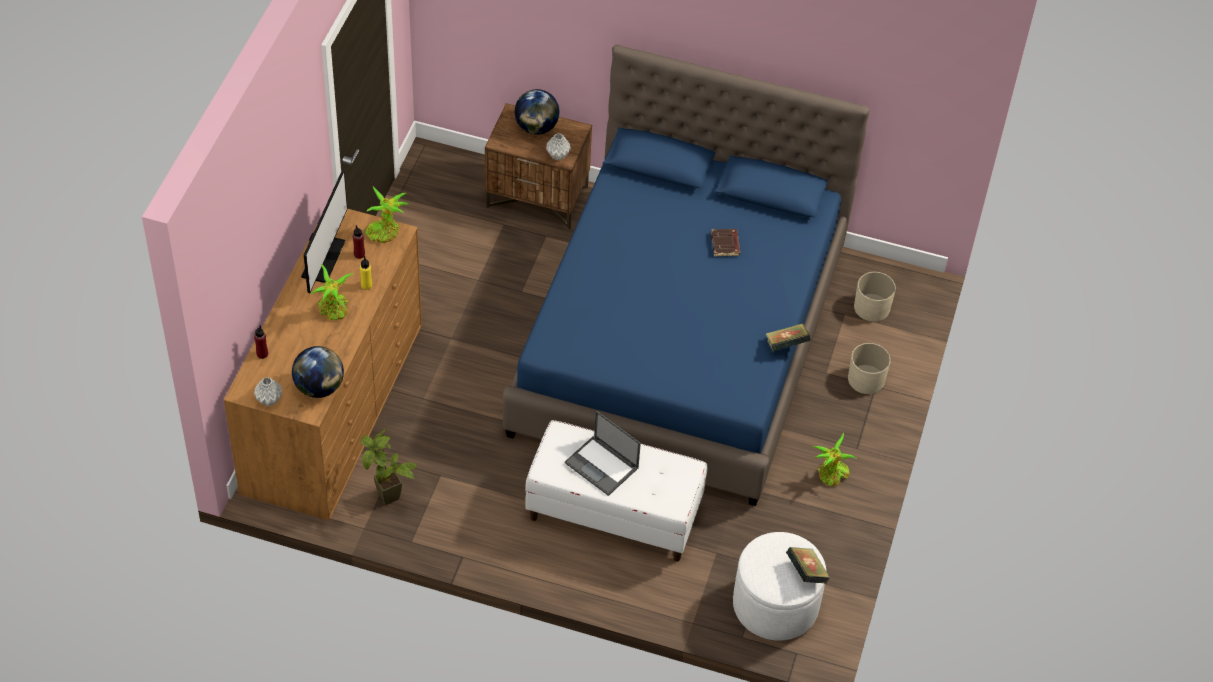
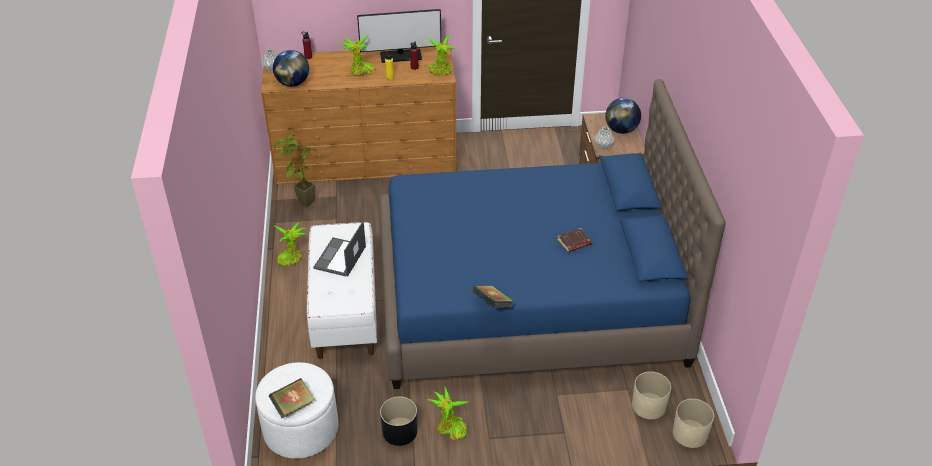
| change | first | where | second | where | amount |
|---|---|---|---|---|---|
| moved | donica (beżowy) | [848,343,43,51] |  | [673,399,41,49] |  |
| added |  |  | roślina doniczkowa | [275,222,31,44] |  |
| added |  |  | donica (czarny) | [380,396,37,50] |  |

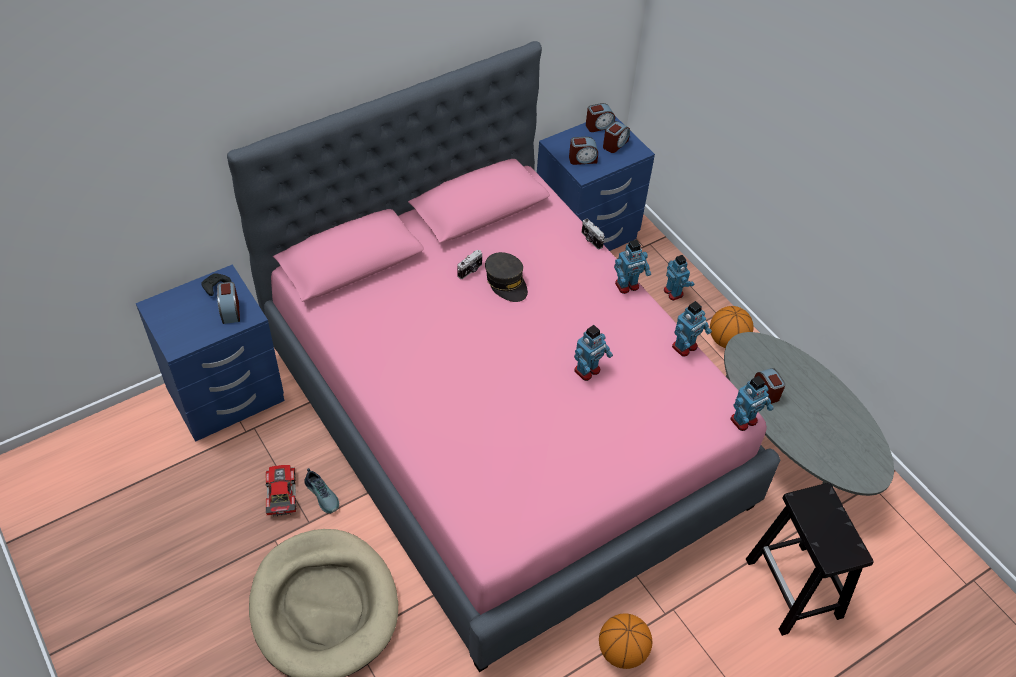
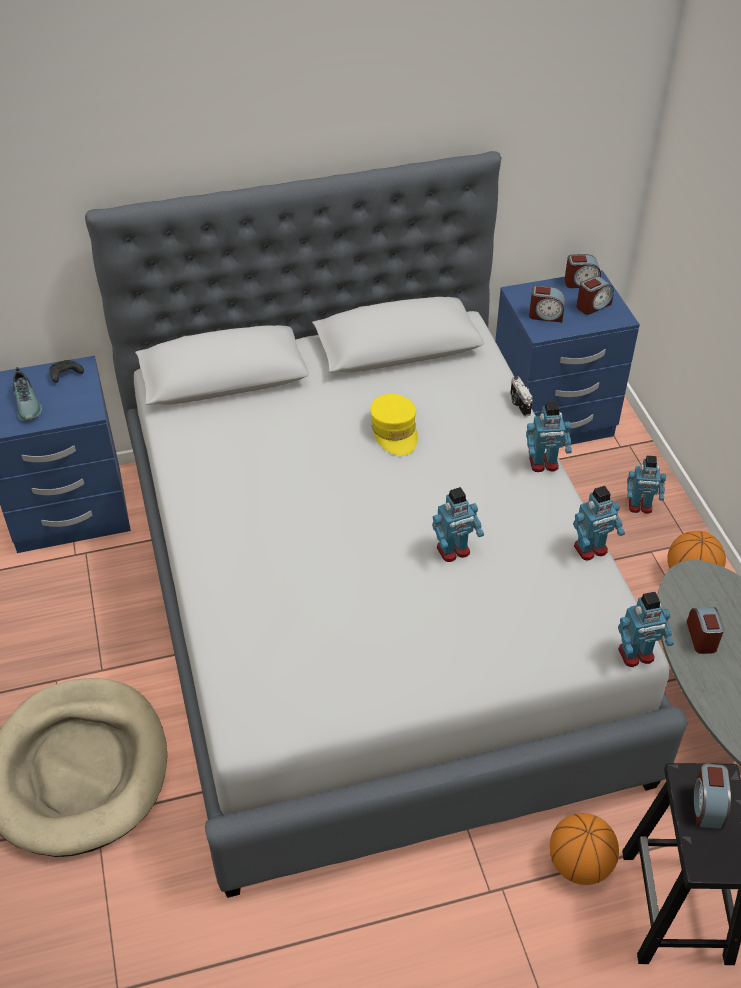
| change | first | where | second | where | amount |
|---|---|---|---|---|---|
| moved | budzik | [217,282,23,42] |  | [693,763,38,66] |  |
| recoloured | łóżko (różowy) | [227,41,553,631] | łóżko (szary) | [85,151,602,747] |  |
| removed | samochodzik | [265,465,31,52] |  |  |  |
| moved | but | [304,468,35,46] |  | [13,367,29,54] |  |
| removed | aparat fotograficzny | [457,250,25,29] |  |  |  |
| recoloured | czapka z daszkiem (szary) | [485,252,43,50] | czapka z daszkiem (żółty) | [370,394,48,62] |  |
| moved | piłka do koszykówki | [599,613,53,56] |  | [550,813,69,72] |  |
| turned | robot zabawkowy | [664,255,30,46] |  | [627,456,39,58] | 105 degrees clockwise |

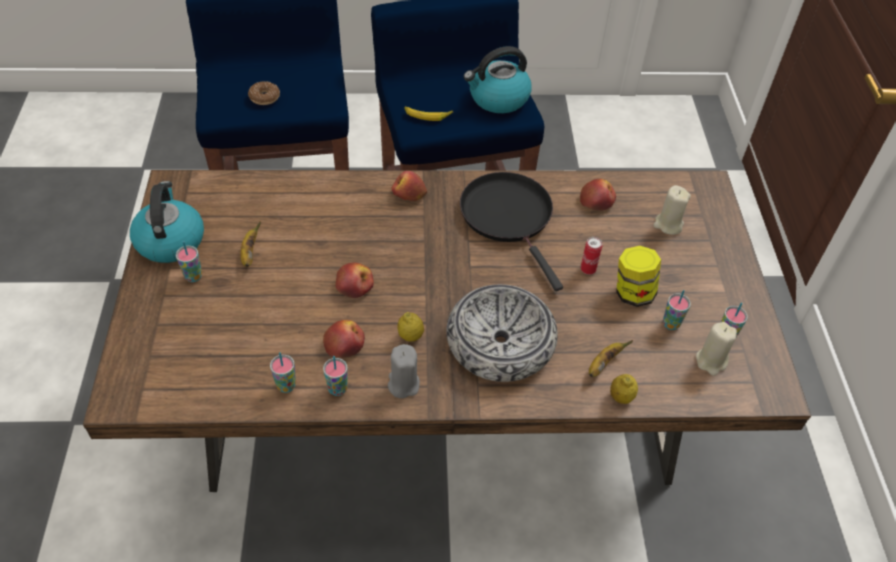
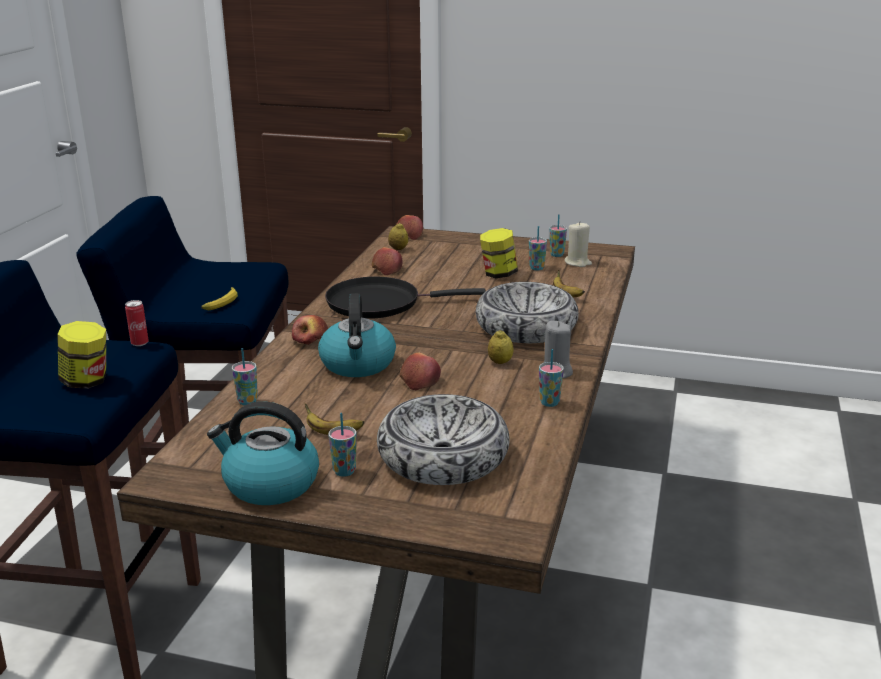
| change | first | where | second | where | amount |
|---|---|---|---|---|---|
| replaced | donut | [248,81,32,24] | słoik | [57,321,49,68] |  |
| moved | filiżanka | [270,352,26,41] |  | [232,348,26,57] |  |
| moved | jabłko | [323,320,42,38] |  | [397,215,26,25] |  |
| moved | czajnik | [463,46,69,67] |  | [318,293,78,84] |  |
| moved | puszka | [581,237,21,38] |  | [125,300,24,46] |  |
| moved | cytryna | [610,374,28,30] |  | [388,223,20,27] |  |
| removed | świeca (beżowy) | [654,185,37,50] |  |  |  |
| added |  |  | miska | [377,394,133,91] |  |

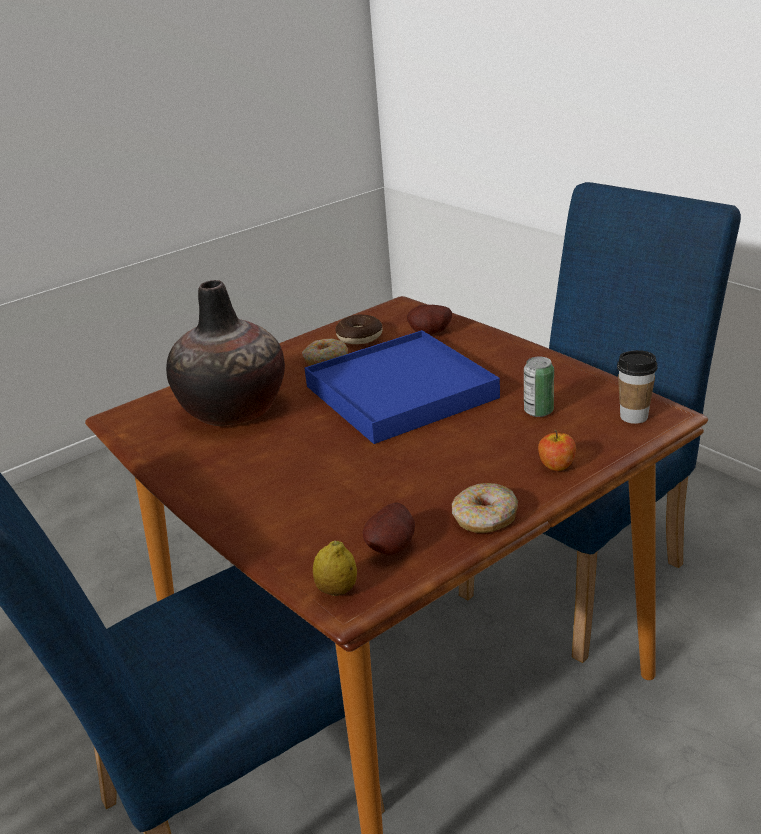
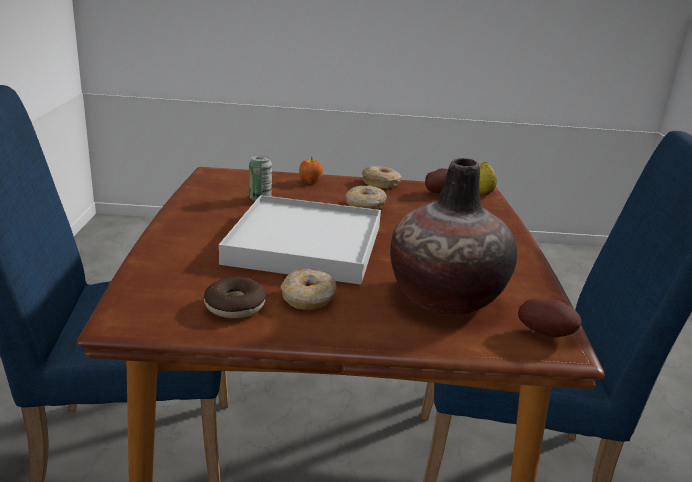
| change | first | where | second | where | amount |
|---|---|---|---|---|---|
| recoloured | taca (niebieski) | [304,330,196,114] | taca (biały) | [219,195,162,90] |  |
| moved | ziemniak | [407,305,45,30] |  | [518,298,64,39] |  |
| removed | filiżanka | [617,350,40,74] |  |  |  |
| added |  |  | donut | [346,185,41,25] |  |

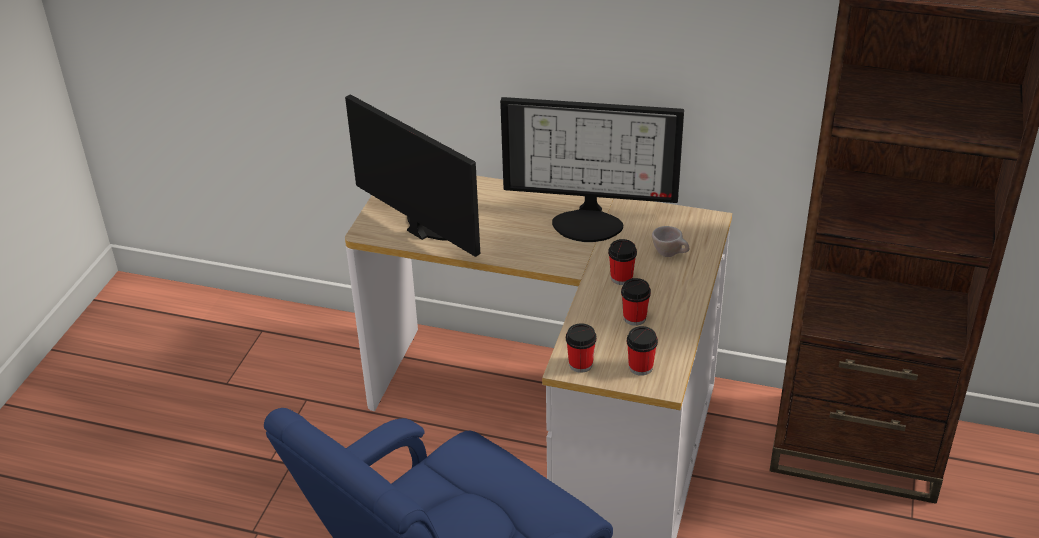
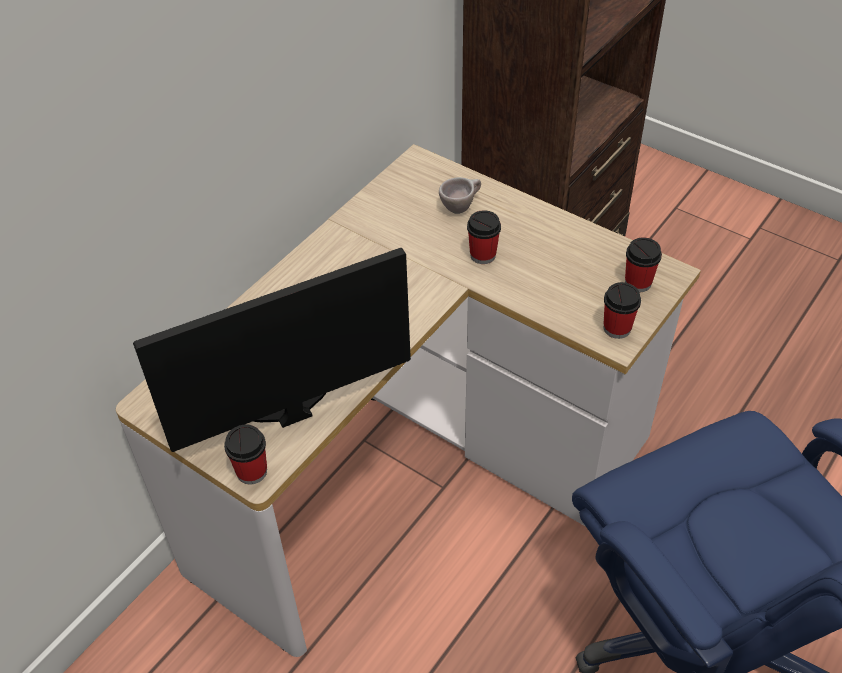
| change | first | where | second | where | amount |
|---|---|---|---|---|---|
| removed | monitor | [500,97,184,145] |  |  |  |
| moved | filiżanka | [621,278,30,48] |  | [224,424,43,61] |  |

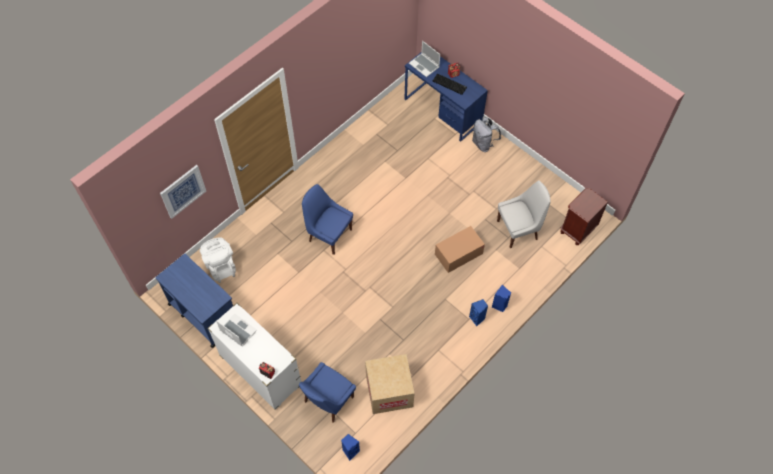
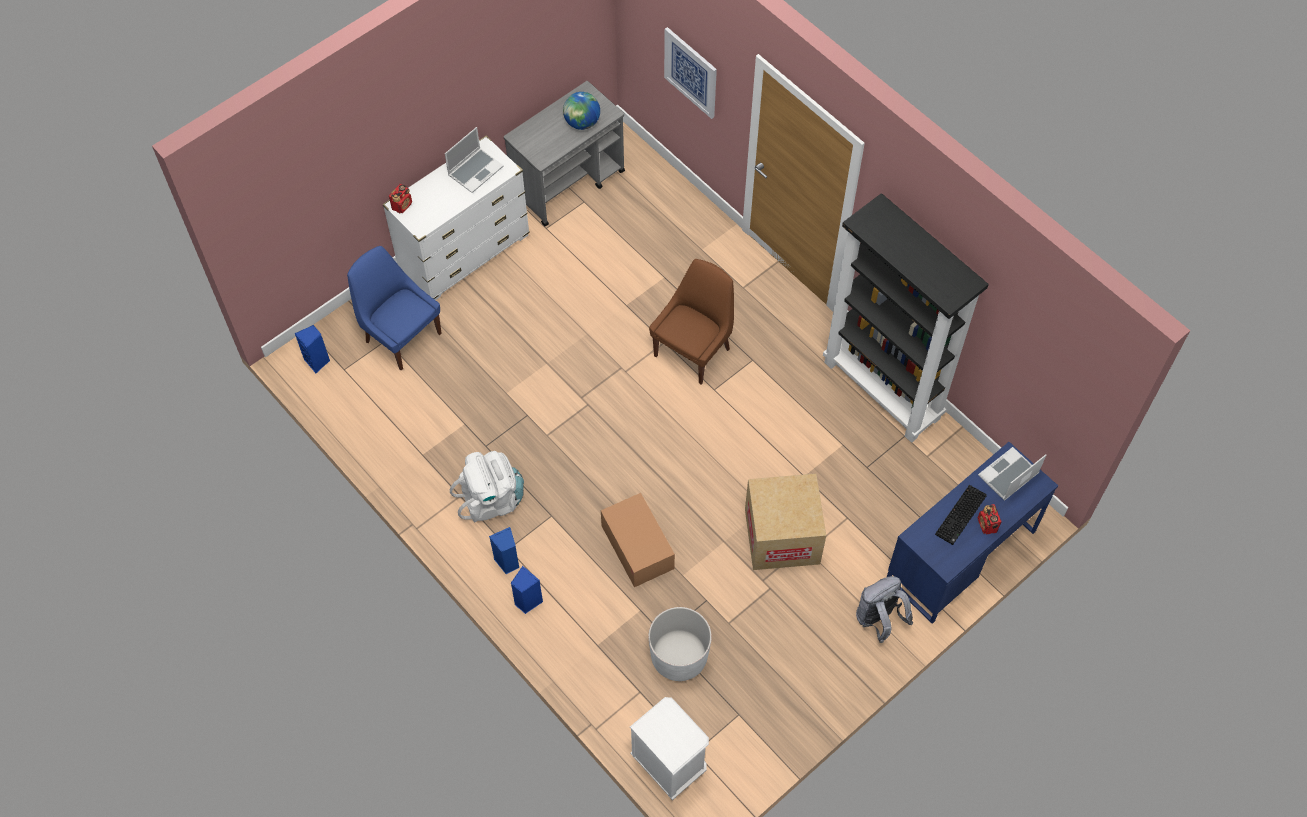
| change | first | where | second | where | amount |
|---|---|---|---|---|---|
| recoloured | wózek (niebieski) | [155,253,78,95] | wózek (szary) | [504,81,121,145] |  |
| moved | plecak (biały) | [200,237,36,46] |  | [450,451,74,72] |  |
| recoloured | krzesło (niebieski) | [302,184,51,71] | krzesło (brązowy) | [649,259,85,125] |  |
| moved | karton | [365,354,50,60] |  | [745,474,81,96] |  |
| replaced | krzesło (biały) | [497,181,54,67] | donica (biały) | [648,607,64,74] |  |
| recoloured | szafka nocna (brązowy) | [561,188,47,57] | szafka nocna (biały) | [630,697,79,103] |  |
| added |  |  | globus | [563,92,37,38] |  |
| added |  |  | regał (czarny) | [823,193,166,250] |  |

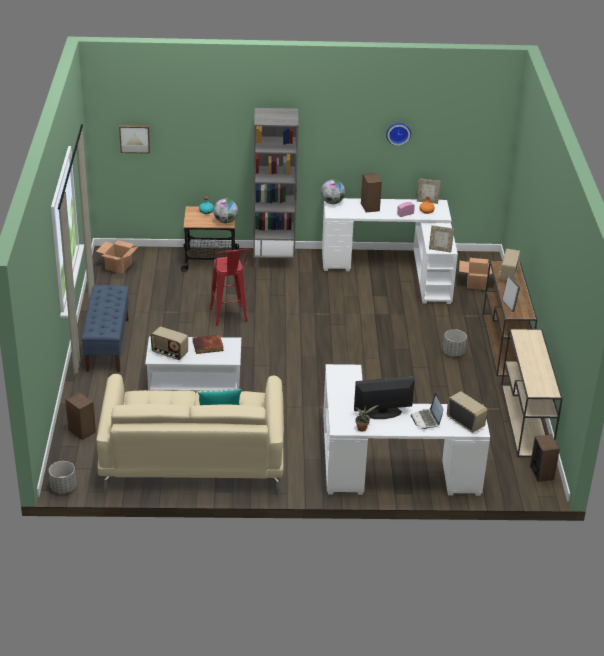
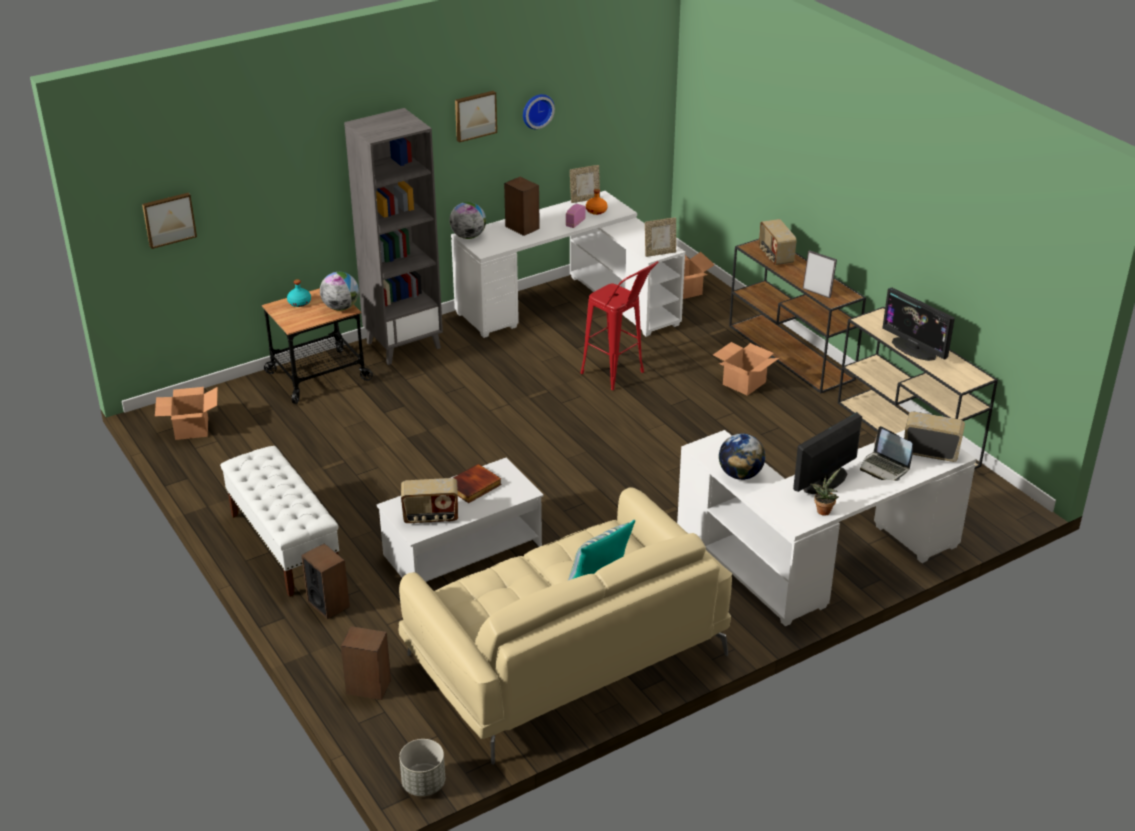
| change | first | where | second | where | amount |
|---|---|---|---|---|---|
| recoloured | ławka (niebieski) | [82,285,47,87] | ławka (biały) | [220,446,119,151] |  |
| moved | stołek (czerwony) | [210,249,41,77] |  | [581,261,78,129] |  |
| replaced | donica (szary) | [443,329,24,28] | karton | [713,342,66,54] |  |
| moved | głośnik | [530,434,30,48] |  | [301,543,49,76] |  |
| added |  |  | obraz | [455,91,42,52] |  |
| added |  |  | globus | [719,433,46,47] |  |
| added |  |  | monitor | [882,288,73,73] |  |

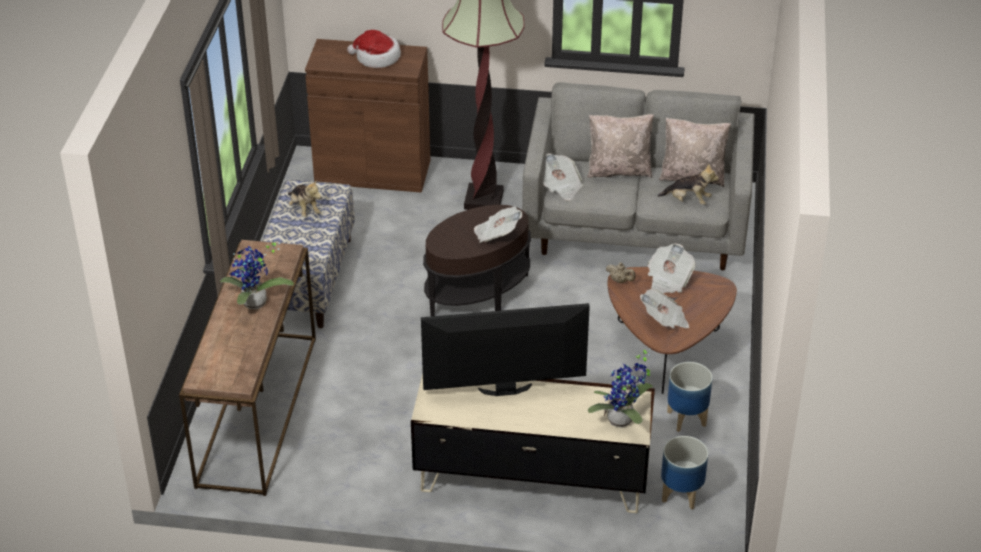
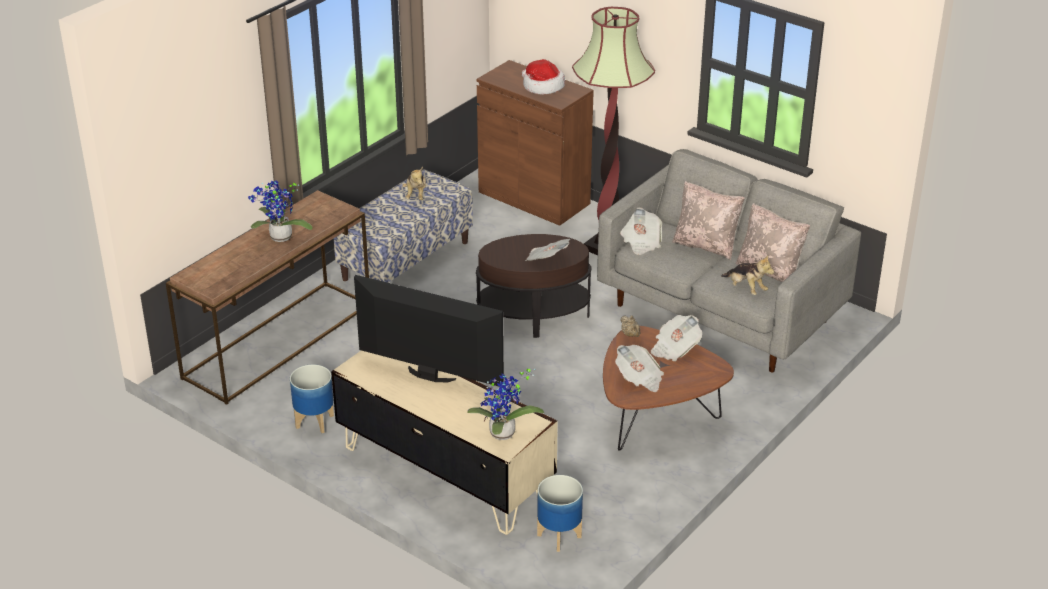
| change | first | where | second | where | amount |
|---|---|---|---|---|---|
| moved | donica | [667,362,46,70] |  | [290,364,44,69] |  |

